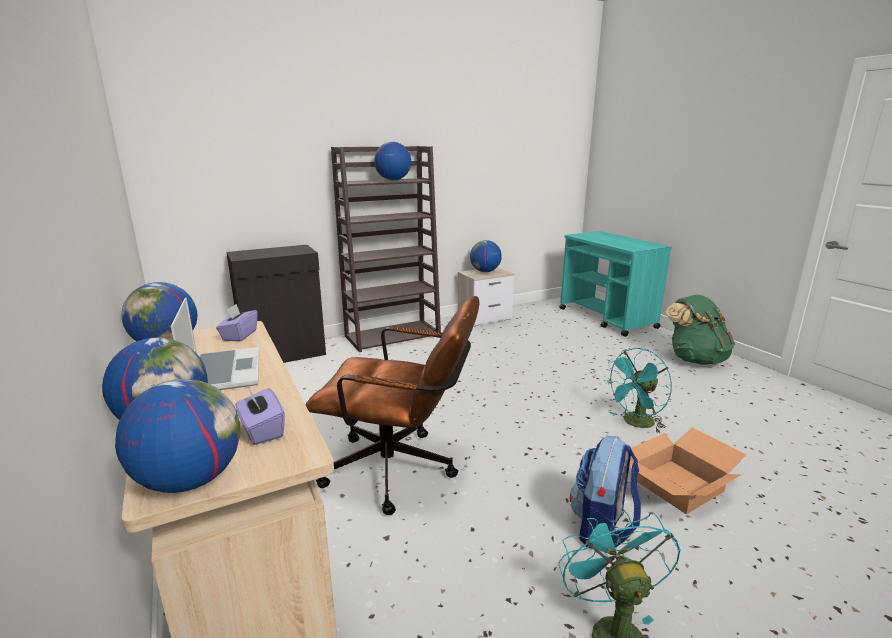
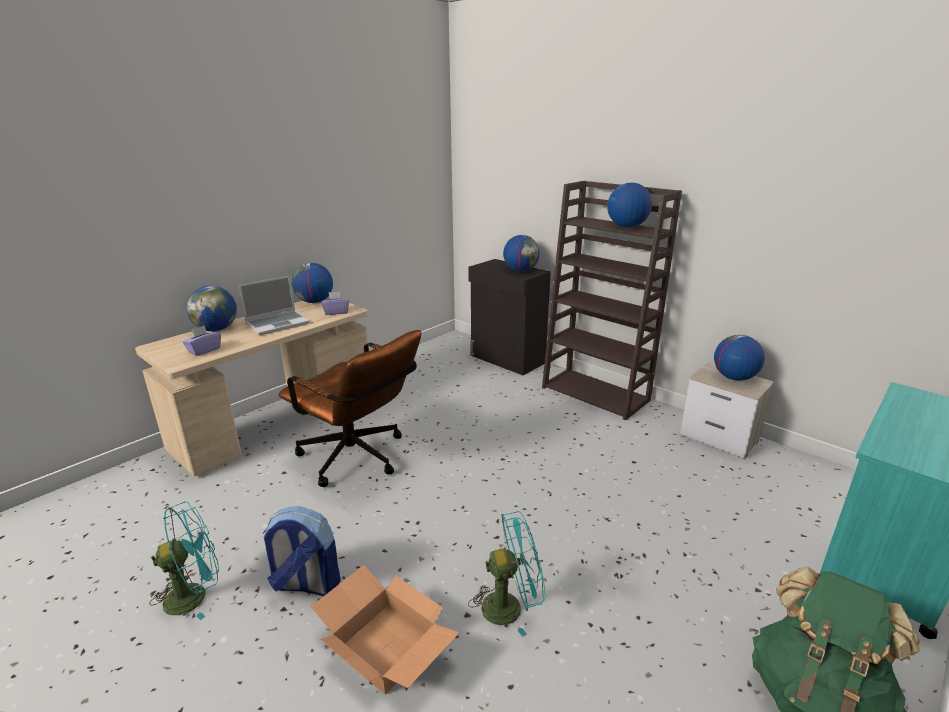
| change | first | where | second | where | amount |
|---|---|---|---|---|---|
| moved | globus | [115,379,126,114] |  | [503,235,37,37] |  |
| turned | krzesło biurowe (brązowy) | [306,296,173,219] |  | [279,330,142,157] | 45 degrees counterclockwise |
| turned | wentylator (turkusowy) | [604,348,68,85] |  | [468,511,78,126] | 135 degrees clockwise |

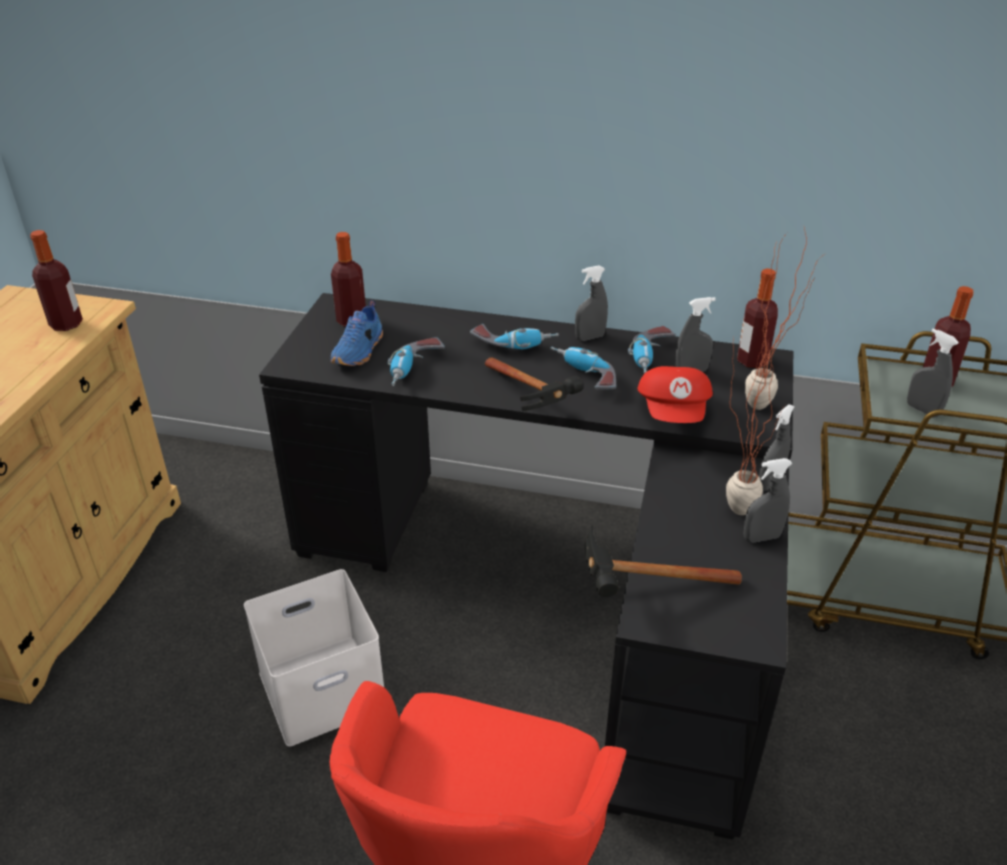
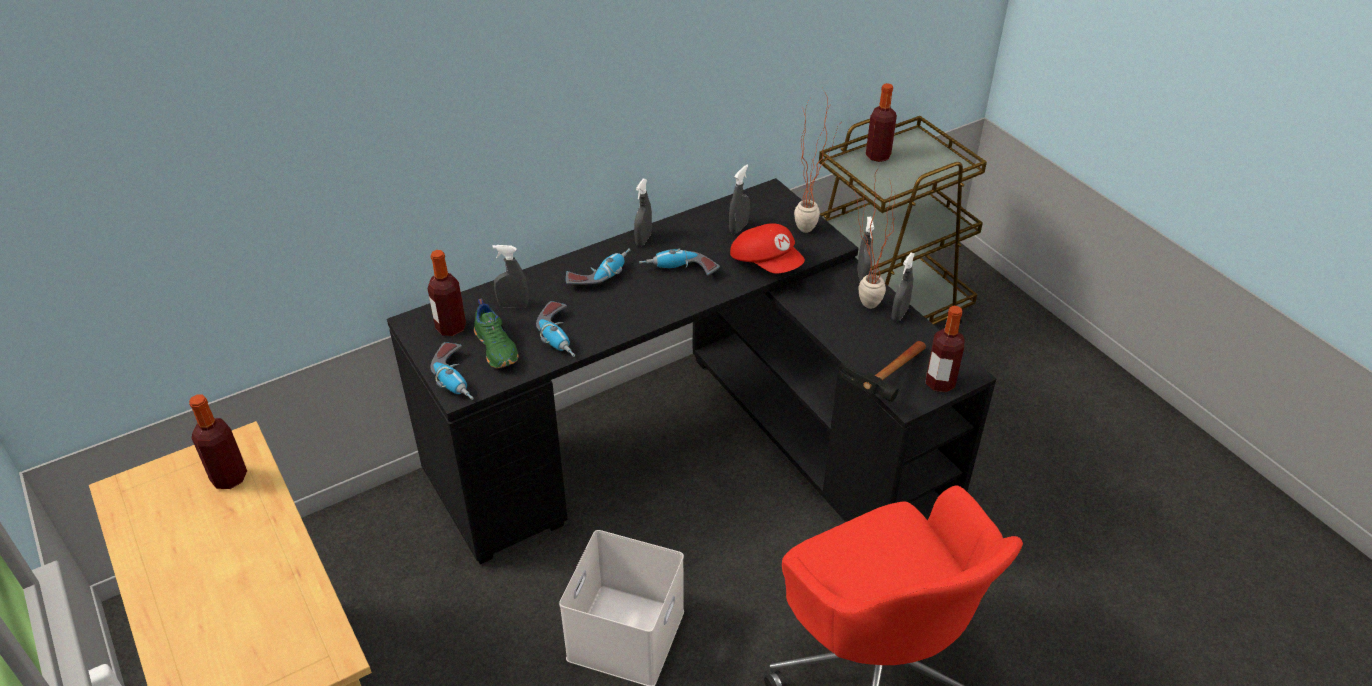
| change | first | where | second | where | amount |
|---|---|---|---|---|---|
| recoloured | but (niebieski) | [331,300,52,66] | but (zielony) | [474,298,45,71] |  |
| removed | młotek | [485,357,98,54] |  |  |  |
| moved | wiertarka | [628,326,48,48] |  | [431,342,43,58] |  |
| moved | butelka | [738,268,40,100] |  | [926,306,39,87] |  |
| moved | spryskiwacz (szary) | [907,329,52,88] |  | [492,245,37,63] |  |

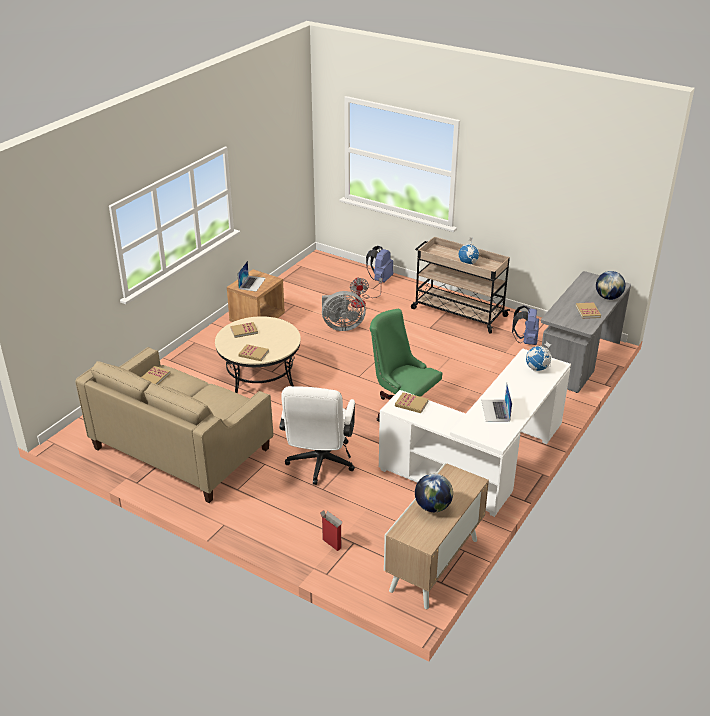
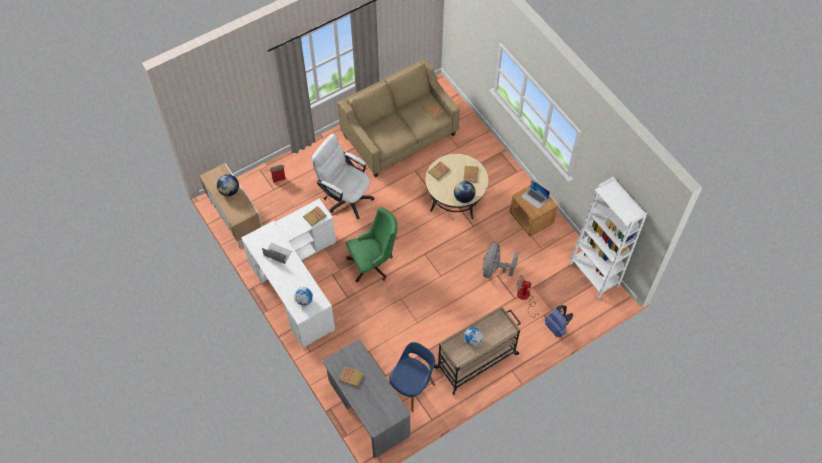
| change | first | where | second | where | amount |
|---|---|---|---|---|---|
| replaced | plecak (niebieski) | [512,305,27,40] | krzesło (niebieski) | [389,342,46,70] |  |
| moved | globus | [596,271,30,29] |  | [454,181,22,22] |  |
| added |  |  | regał (biały) | [569,176,78,123] |  |

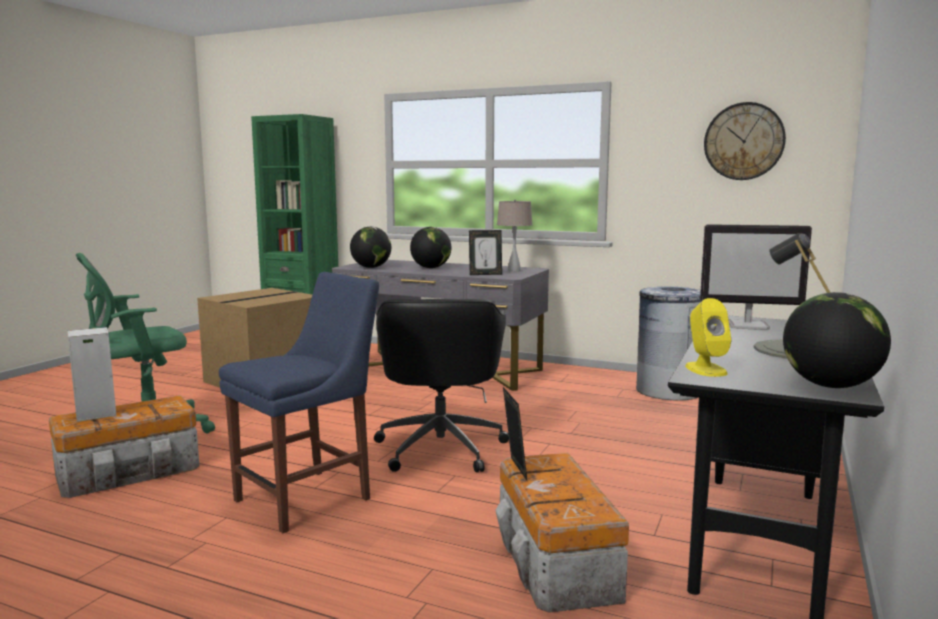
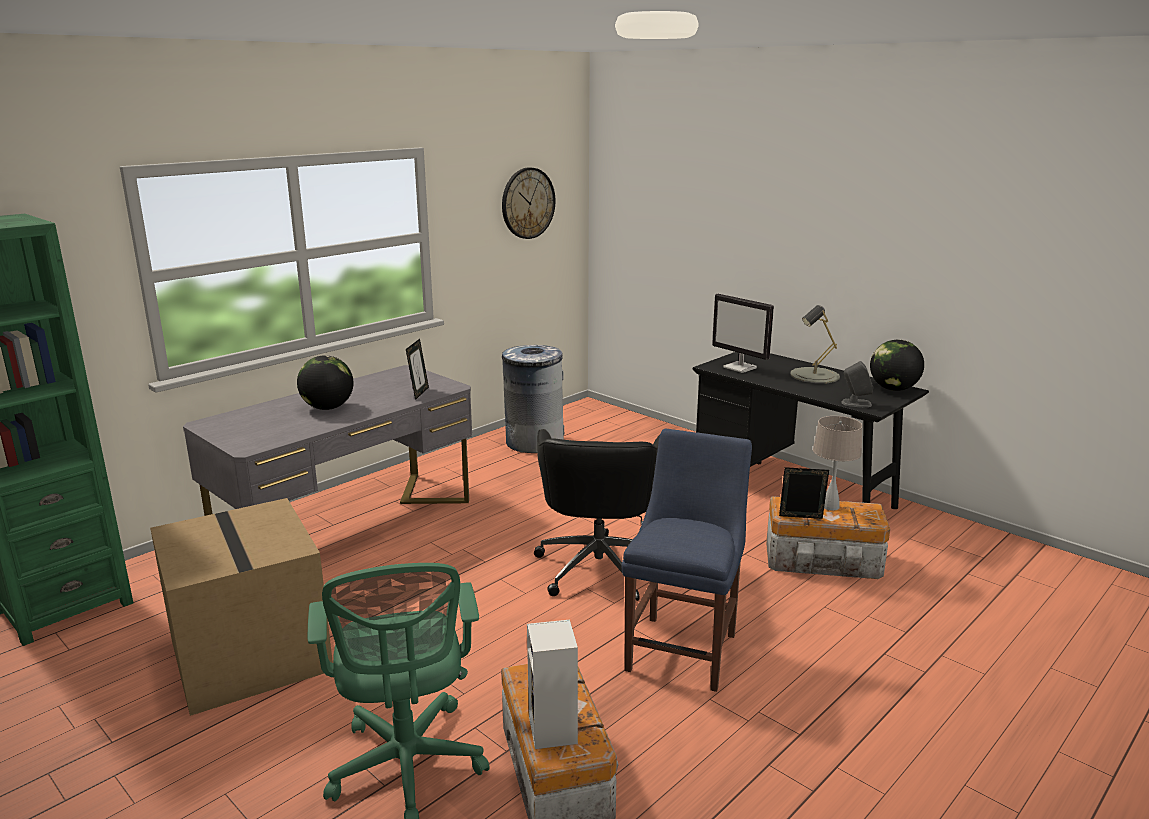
| change | first | where | second | where | amount |
|---|---|---|---|---|---|
| turned | krzesło (niebieski) | [219,272,160,261] |  | [621,429,131,263] | 45 degrees clockwise |
| removed | globus | [350,227,41,41] |  |  |  |
| turned | krzesło biurowe (czarny) | [374,299,135,174] |  | [534,429,126,172] | 75 degrees clockwise |
| moved | lampa stołowa (beżowy) | [497,200,36,72] |  | [813,416,50,95] |  |
| recoloured | głośnik (żółty) | [685,298,47,79] | głośnik (szary) | [842,361,31,46] |  |
| turned | monitor | [700,224,112,106] |  | [712,294,62,79] | 105 degrees clockwise |

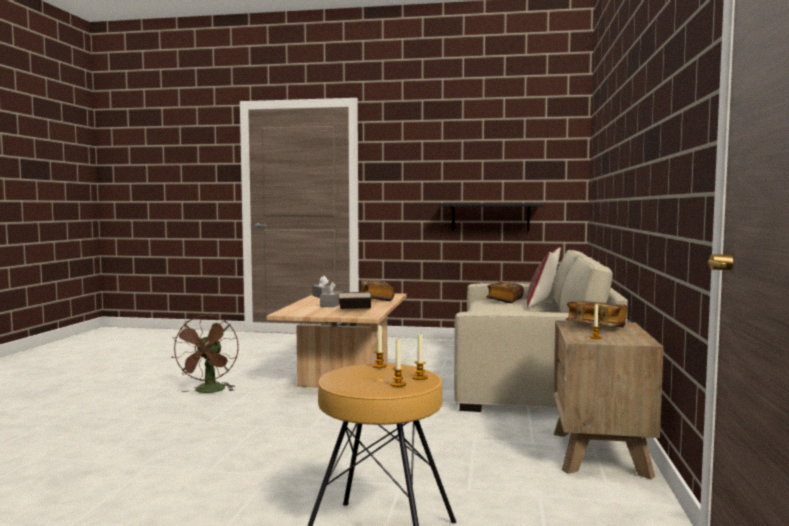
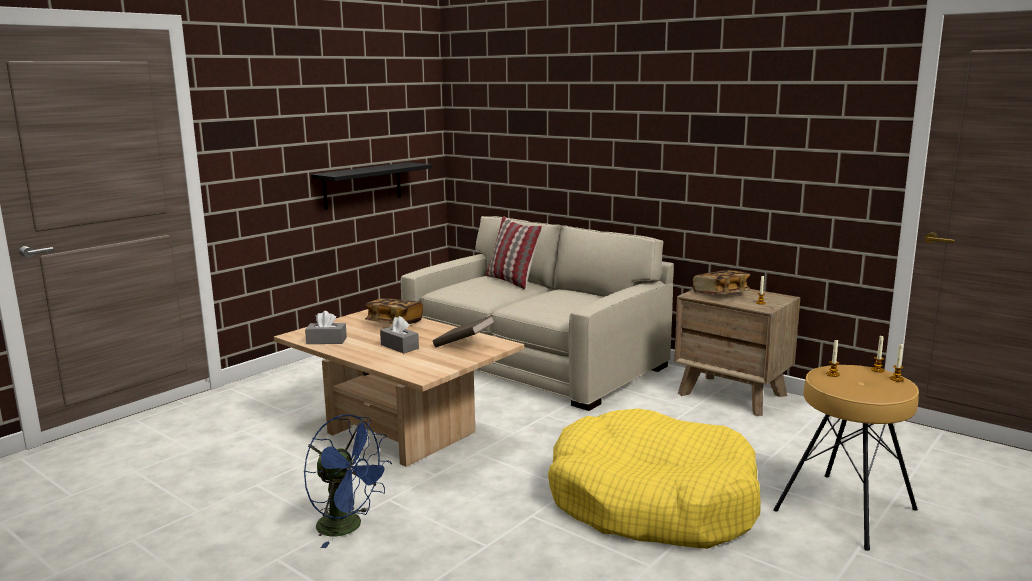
| change | first | where | second | where | amount |
|---|---|---|---|---|---|
| recoloured | wentylator (brązowy) | [171,314,67,79] | wentylator (niebieski) | [303,414,89,134] |  |
| removed | książka | [486,281,38,22] |  |  |  |
| added |  |  | legowisko (żółty) | [548,409,213,140] |  |

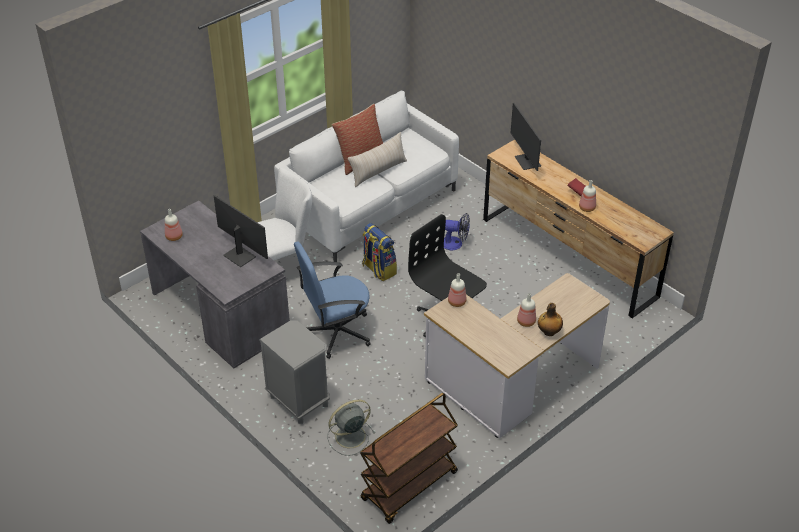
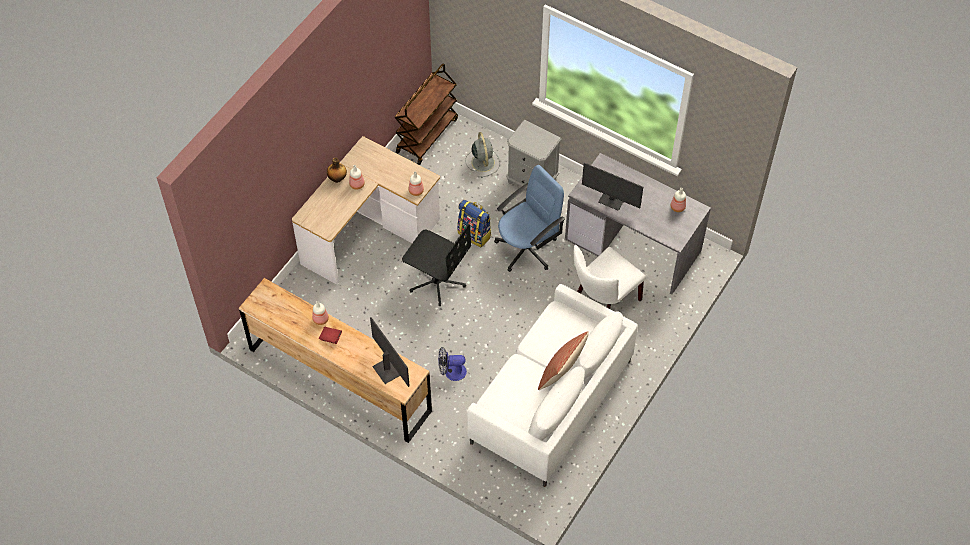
| change | first | where | second | where | amount |
|---|---|---|---|---|---|
| turned | wentylator (szary) | [327,399,49,57] |  | [465,132,35,46] | 60 degrees counterclockwise |
| removed | poduszka (beżowy) | [348,132,59,55] |  |  |  |
| moved | plecak | [362,223,35,58] |  | [457,200,34,47] |  |

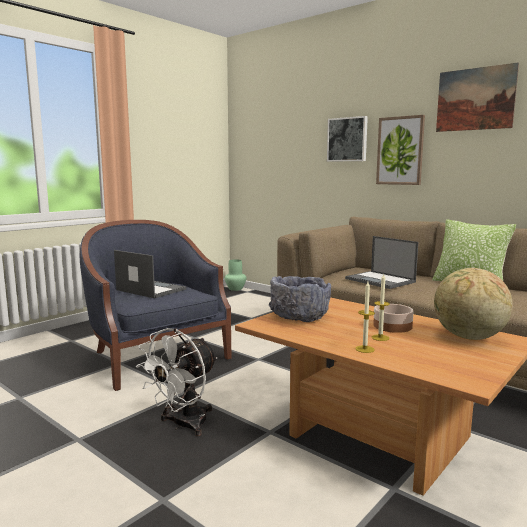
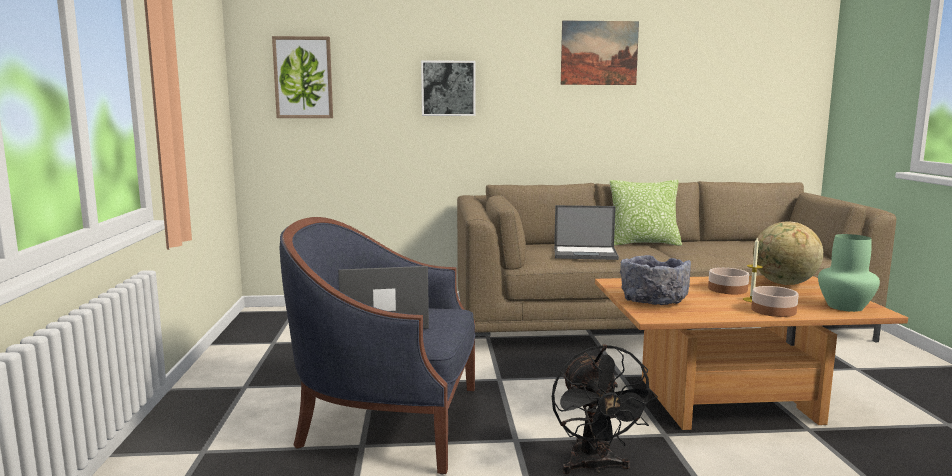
| change | first | where | second | where | amount |
|---|---|---|---|---|---|
| recoloured | wentylator (biały) | [136,328,82,108] | wentylator (czarny) | [552,344,106,130] |  |
| moved | wazon (zielony) | [225,260,21,31] |  | [818,234,62,78] |  |
| replaced | świeca | [355,282,20,71] | miska | [751,286,48,31] |  |
| moved | obraz | [376,115,49,70] |  | [272,36,61,82] |  |

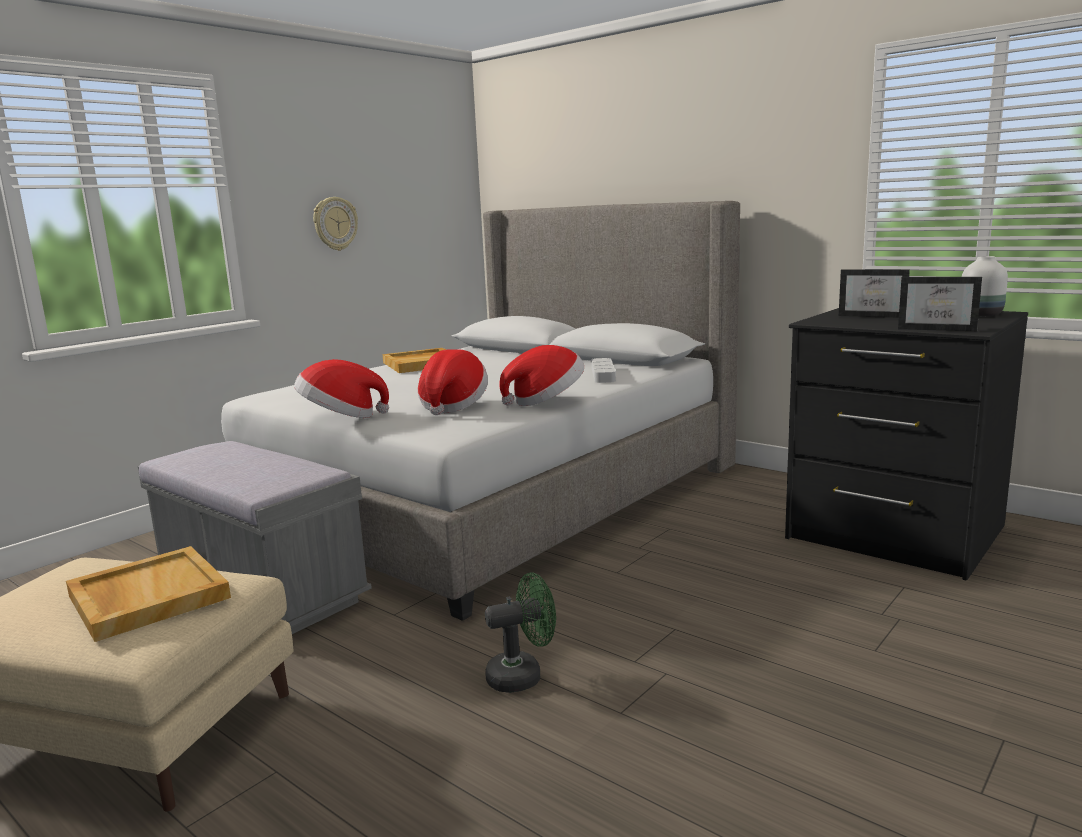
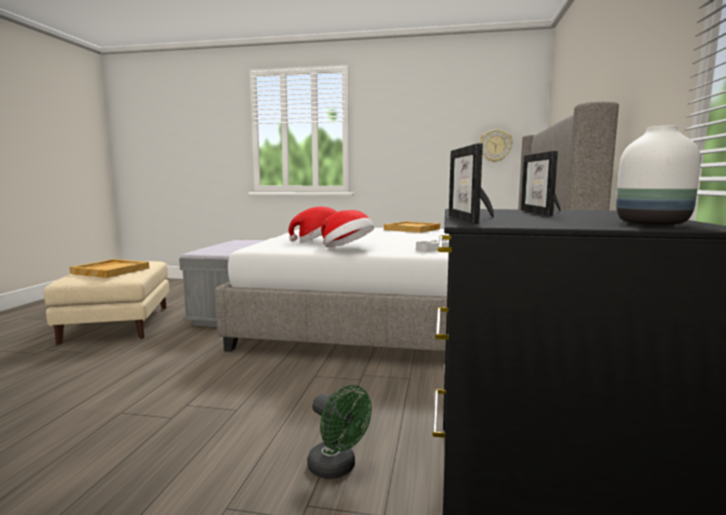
| change | first | where | second | where | amount |
|---|---|---|---|---|---|
| removed | kapelusz | [294,359,95,59] |  |  |  |
| moved | zegar ścienny | [313,197,45,54] |  | [479,129,33,33] |  |
| moved | wentylator (zielony) | [485,572,71,121] |  | [307,385,65,94] |  |

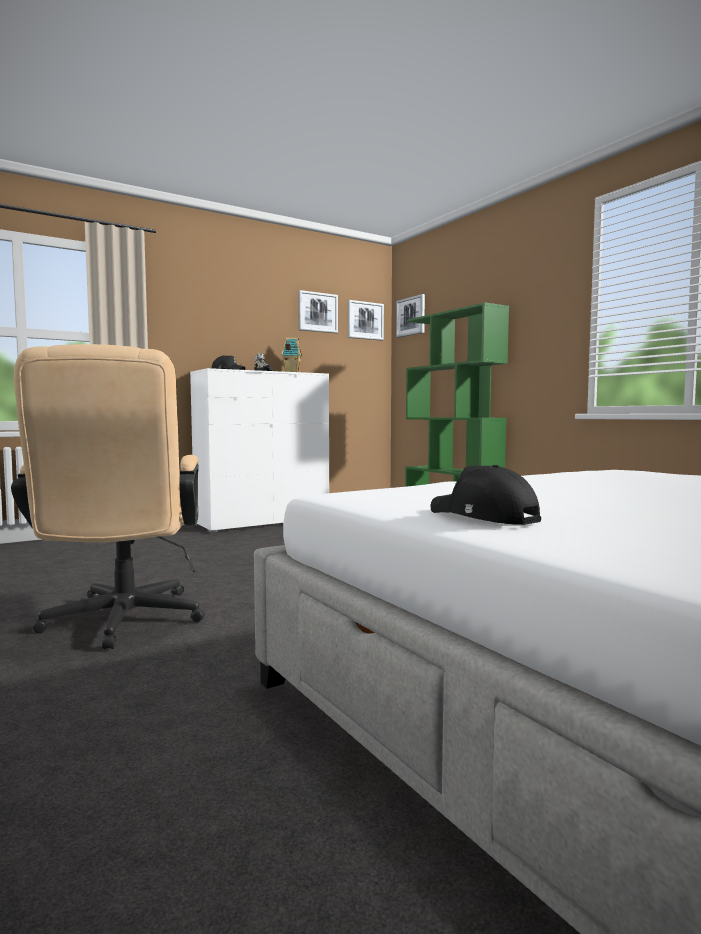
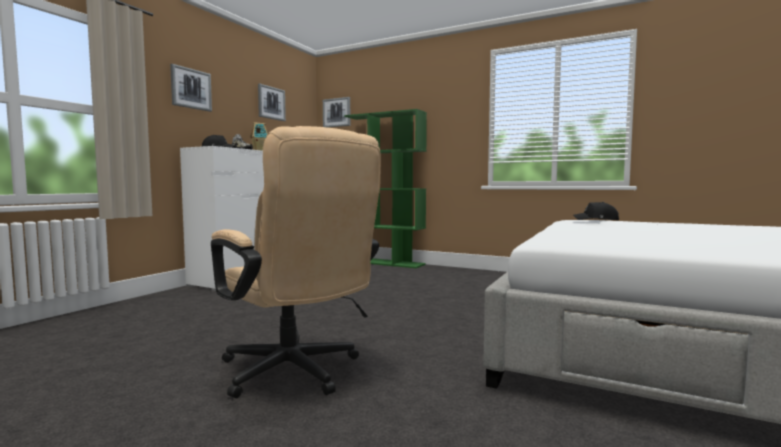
| change | first | where | second | where | amount |
|---|---|---|---|---|---|
| moved | obraz | [348,300,36,41] |  | [170,64,42,48] |  |
| moved | czapka z daszkiem (czarny) | [430,465,111,60] |  | [573,202,46,18] |  |

